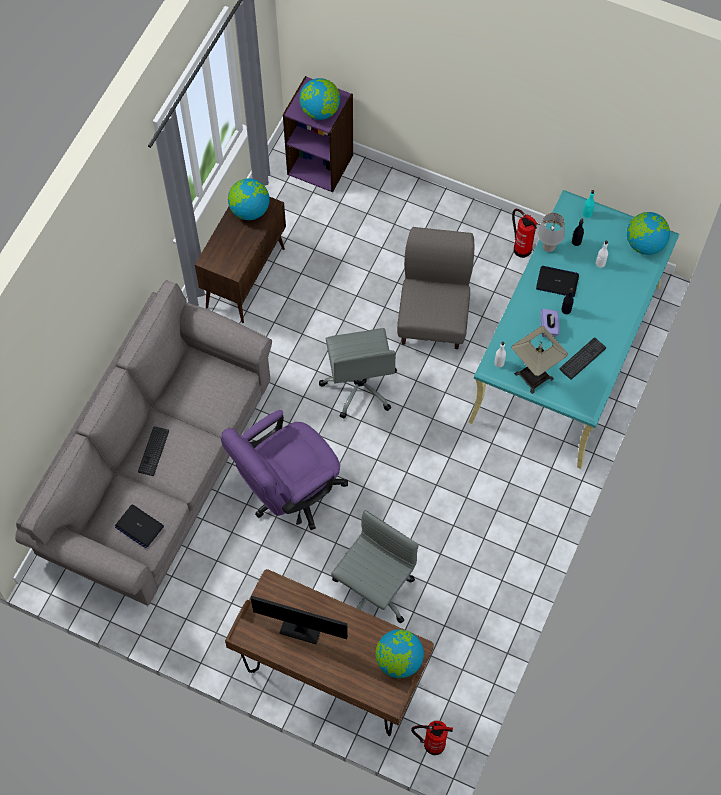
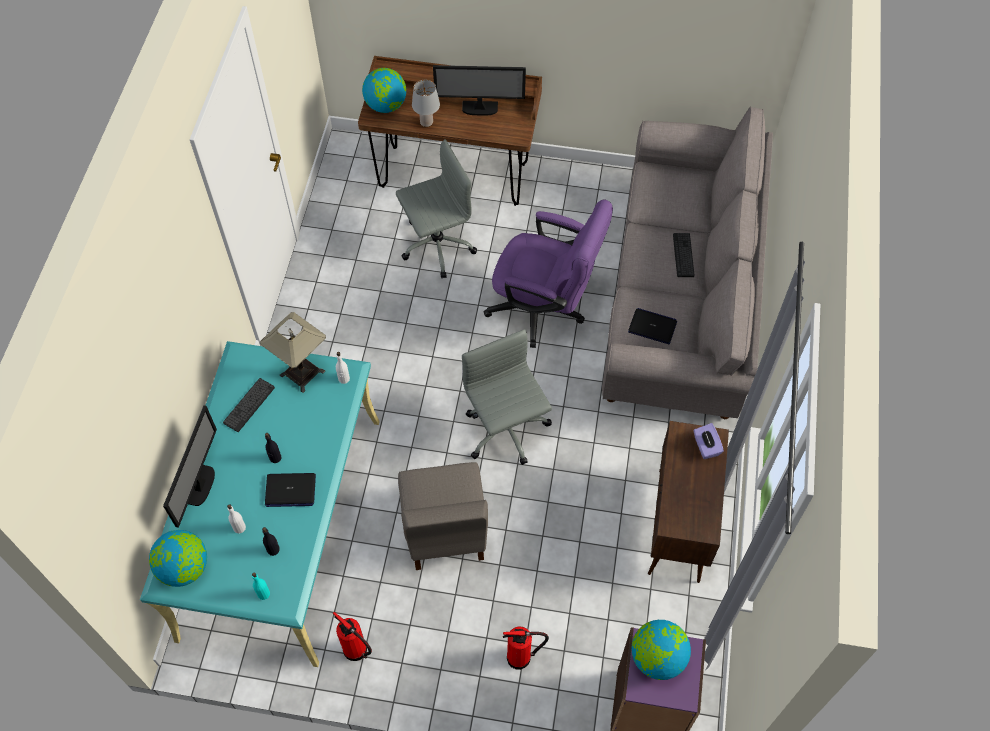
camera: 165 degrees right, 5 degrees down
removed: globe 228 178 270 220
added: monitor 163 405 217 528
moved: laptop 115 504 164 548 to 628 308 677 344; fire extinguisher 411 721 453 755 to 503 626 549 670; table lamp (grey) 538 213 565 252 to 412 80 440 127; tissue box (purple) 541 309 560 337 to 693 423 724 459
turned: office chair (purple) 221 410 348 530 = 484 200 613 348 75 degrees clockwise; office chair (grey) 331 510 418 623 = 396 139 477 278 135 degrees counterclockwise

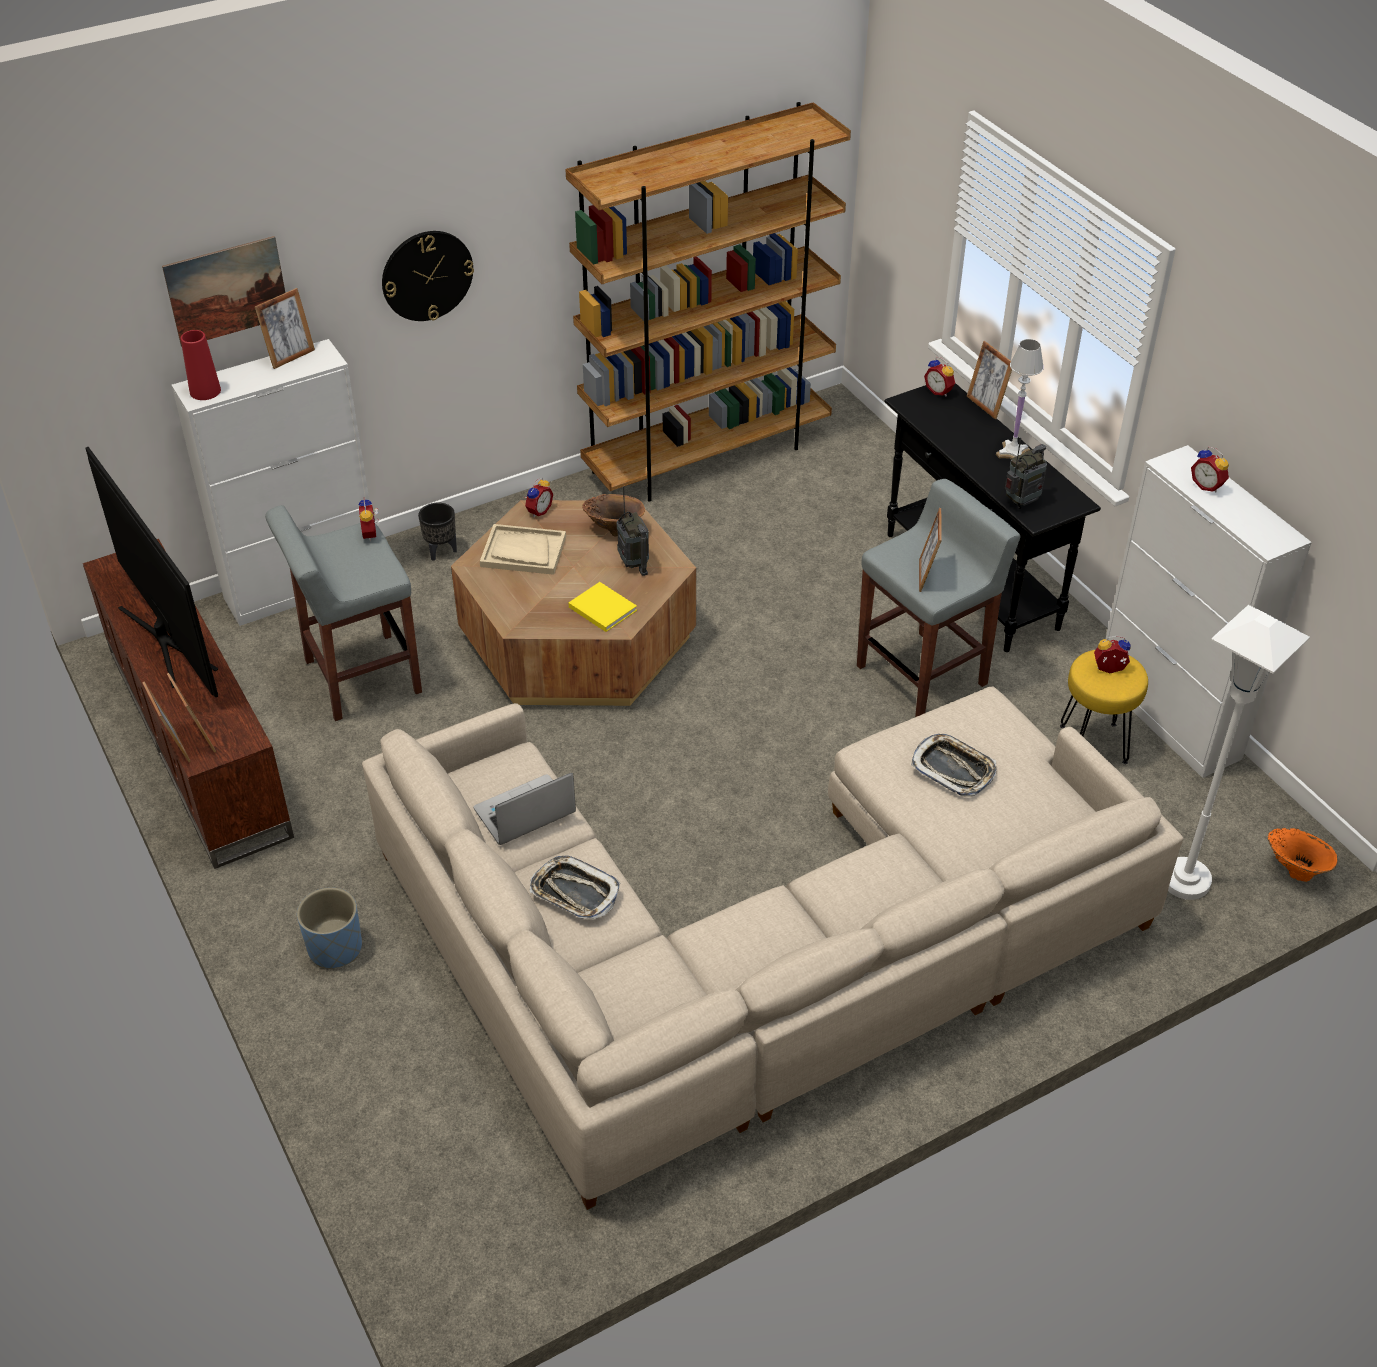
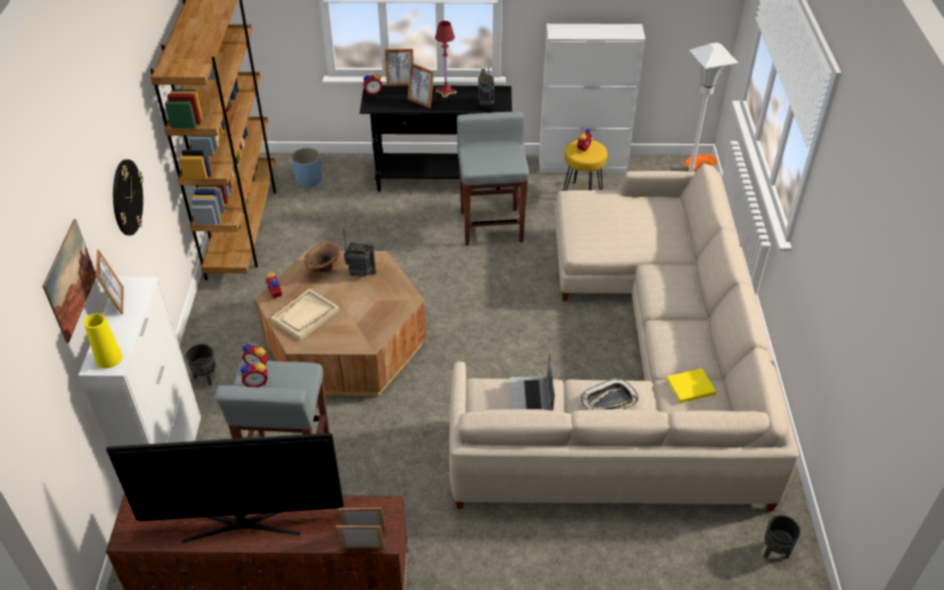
camera: 60 degrees left, 0 degrees up
removed: tray 911 734 996 797
added: planter (black) 764 515 801 559
moved: planter (blue) 297 887 362 968 to 291 148 322 187; book (yellow) 569 582 637 632 to 666 368 716 403; picture frame 919 508 942 592 to 408 63 434 108; alarm clock 1191 446 1229 493 to 241 362 268 387
recoloured: vase (red) 181 330 221 400 to vase (yellow) 84 313 123 368; table lamp (white) 996 339 1044 459 to table lamp (red) 435 21 456 98

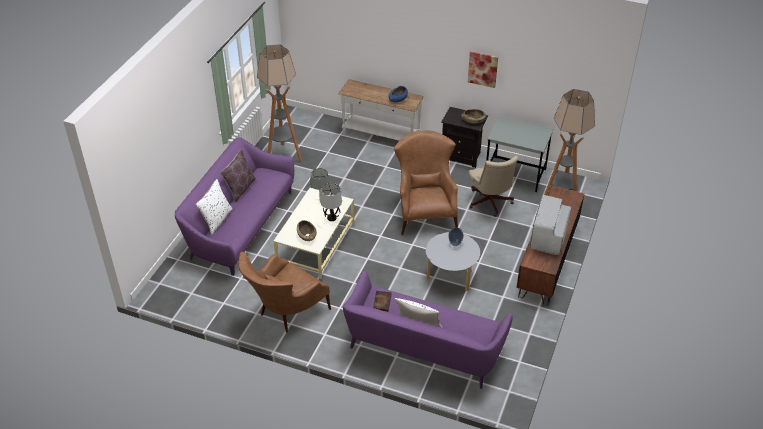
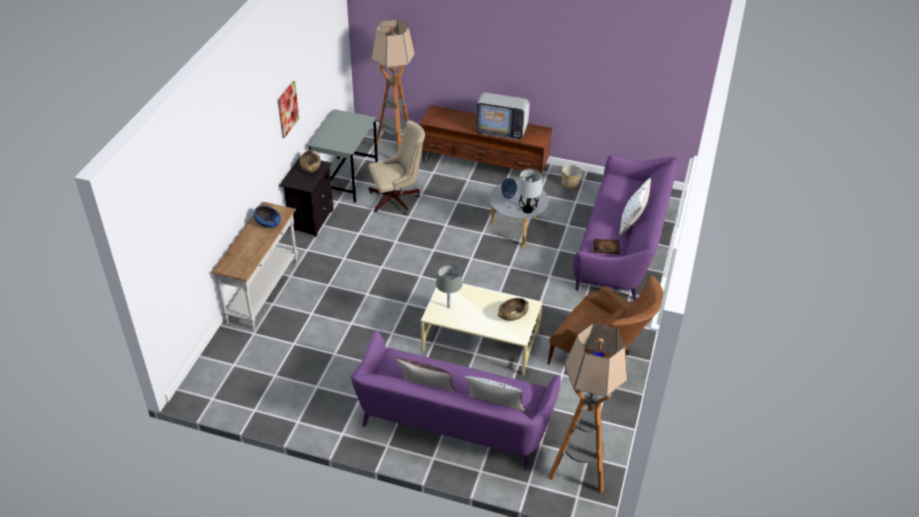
camera: 95 degrees left, 0 degrees up
removed: armchair (brown) 394 131 458 235
added: planter 562 165 582 189
moved: floor lamp 257 44 302 162 to 549 323 628 494; table lamp 320 183 342 221 to 517 169 542 213

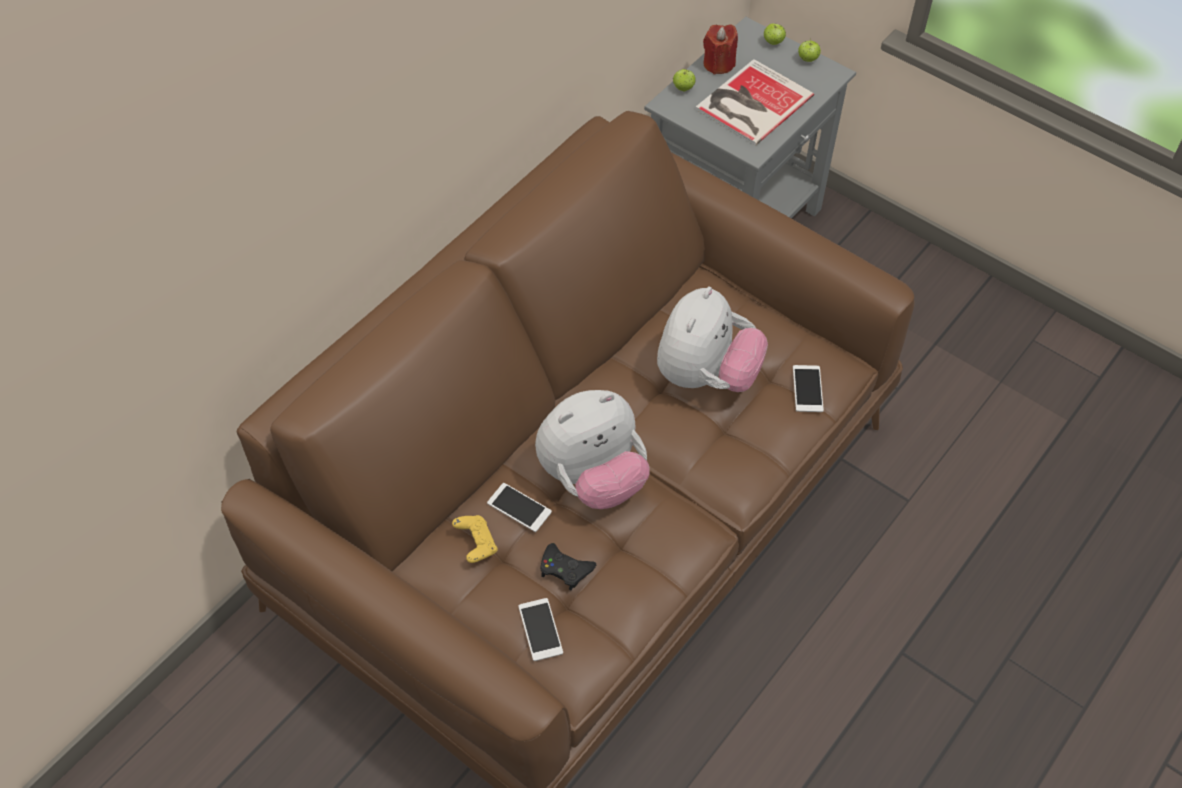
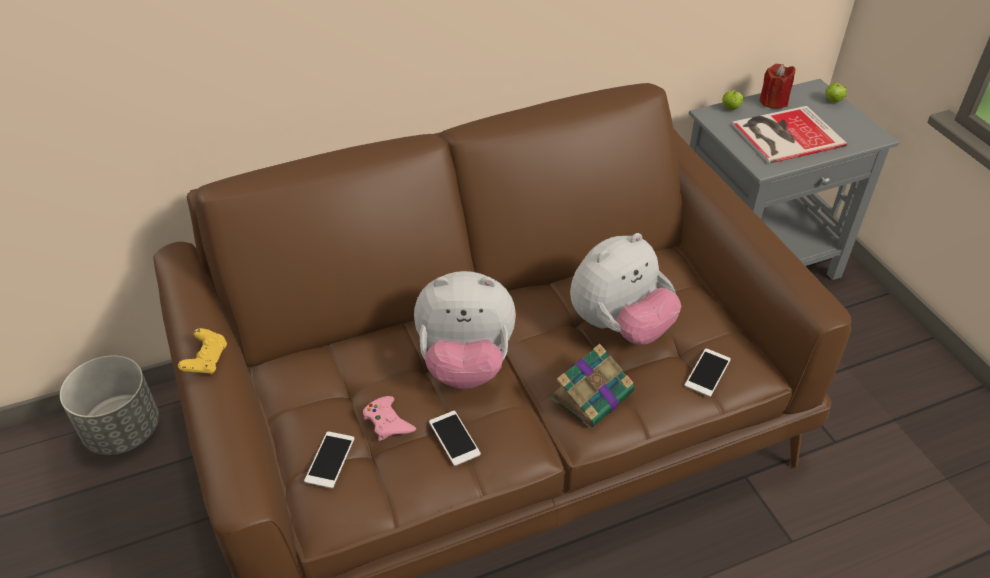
camera: 30 degrees right, 10 degrees down
removed: apple 798 38 821 62
added: planter (grey) 60 355 159 455; book 551 344 635 428
moved: game controller (yellow) 452 515 498 563 to 178 328 227 375; phone 487 483 552 532 to 429 411 481 466
recoloured: game controller (black) 540 543 596 590 to game controller (pink) 363 396 416 441

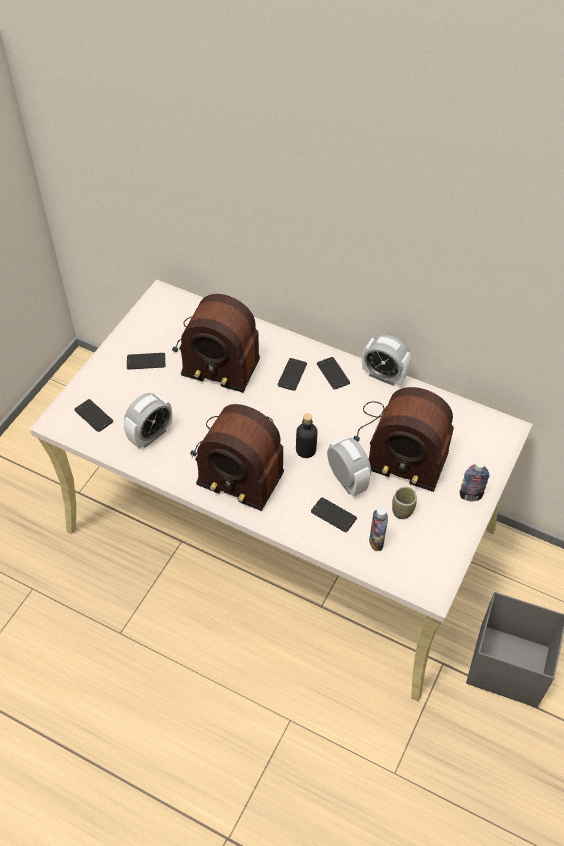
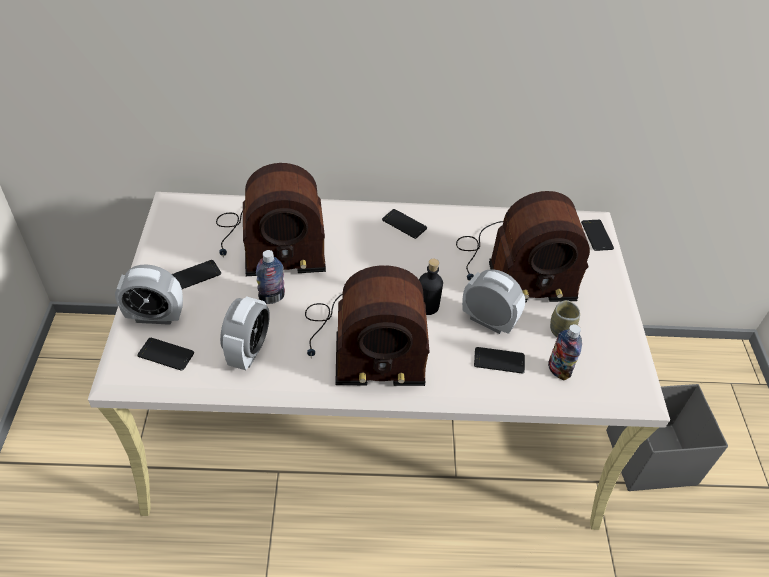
camera: 30 degrees left, 5 degrees down
moved: phone 277 358 307 391 to 581 220 614 251; alarm clock 362 335 412 386 to 115 265 183 325; bottle 459 460 489 501 to 256 250 285 304

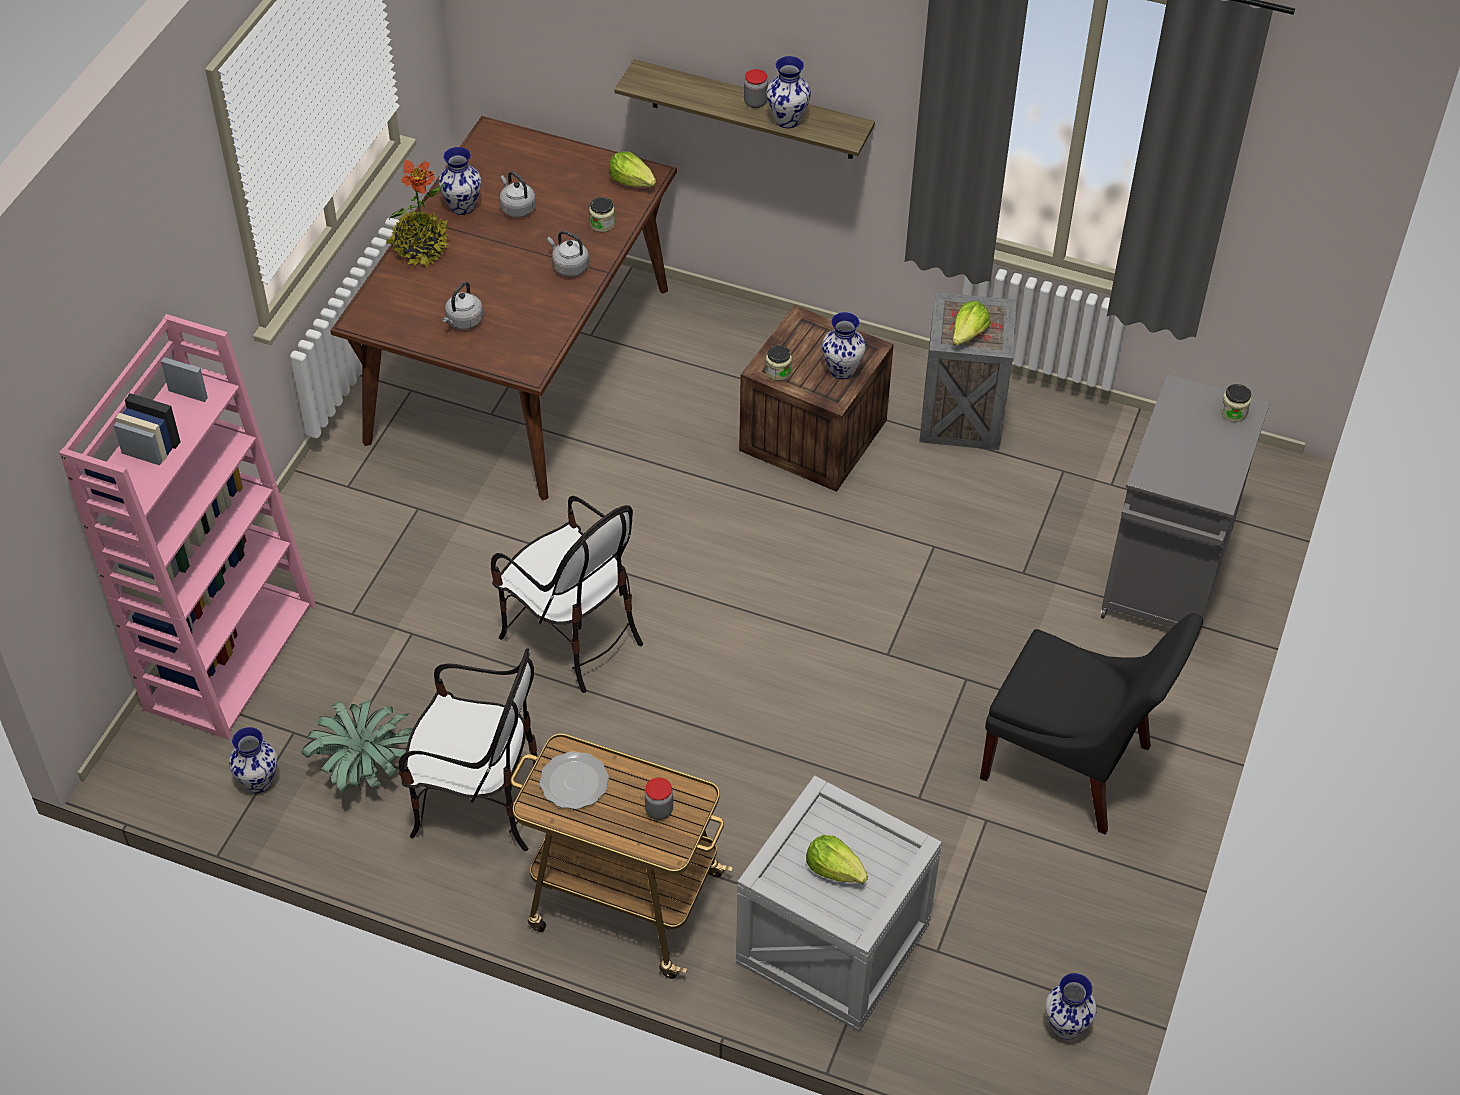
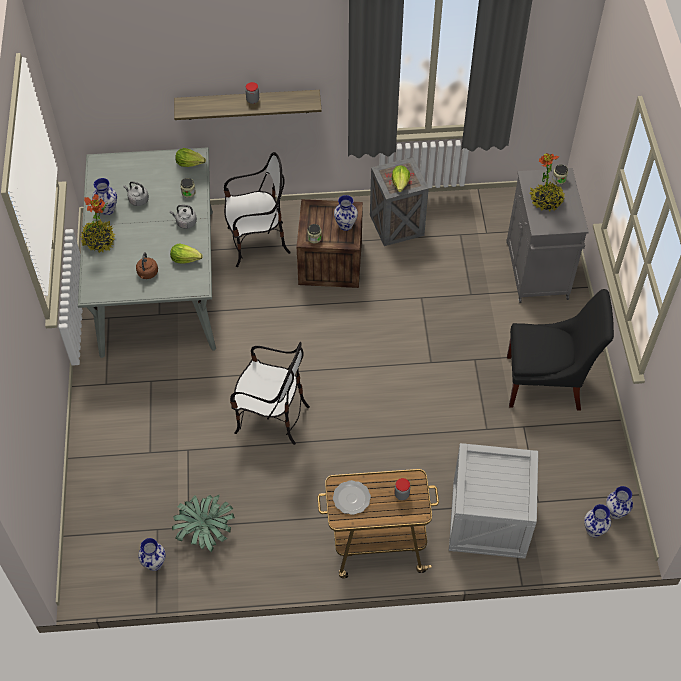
camera: 25 degrees left, 5 degrees up
removed: bookcase (pink) 59 314 316 740
added: potted plant 530 153 565 211
moved: chair 399 648 538 851 to 224 152 291 267; vase 767 56 811 128 to 584 504 611 537; lettuce 806 835 868 884 to 170 244 203 263
recoloured: dining table (brown) 331 116 677 500 to dining table (grey) 78 147 216 358; kettle (grey) 442 281 483 330 to kettle (brown) 136 252 158 279

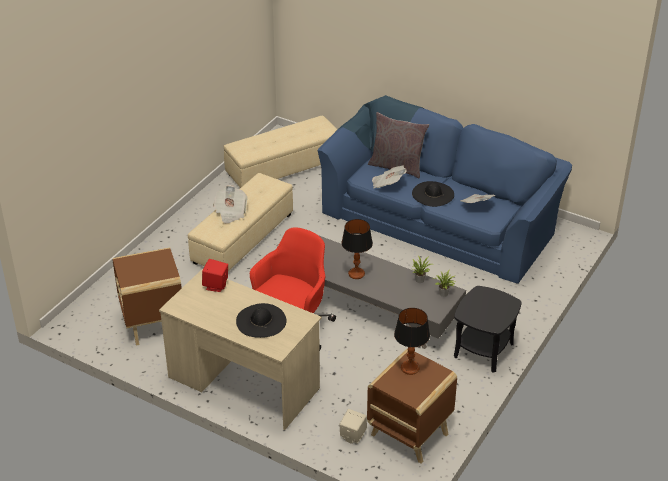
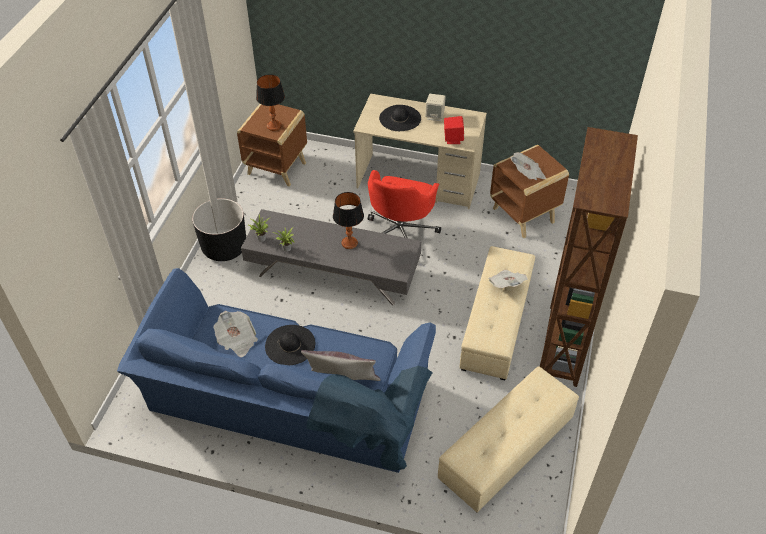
camera: 165 degrees right, 10 degrees up
added: bookcase (brown) 540 127 638 387
moved: speaker (beige) 339 409 367 444 to 425 94 446 121; newspaper 372 165 407 188 to 510 152 546 180
replaced: side table (black) 454 286 522 373 to planter (black) 192 198 246 261

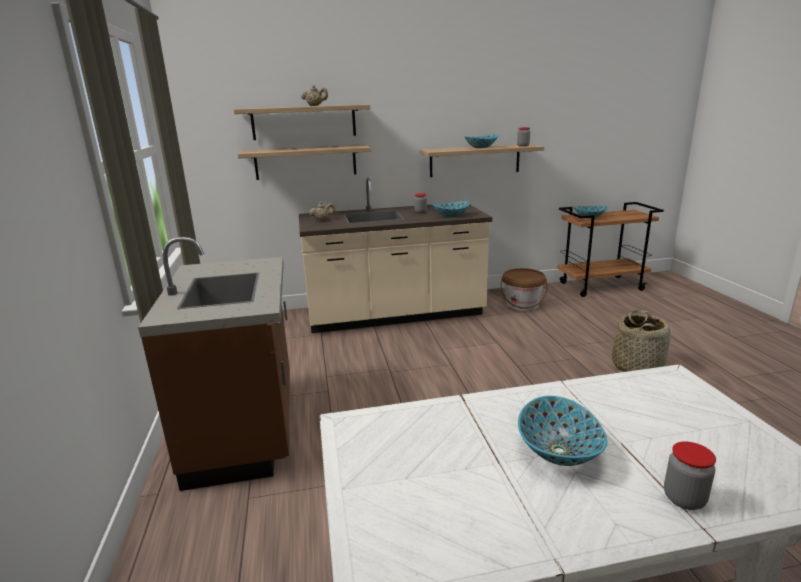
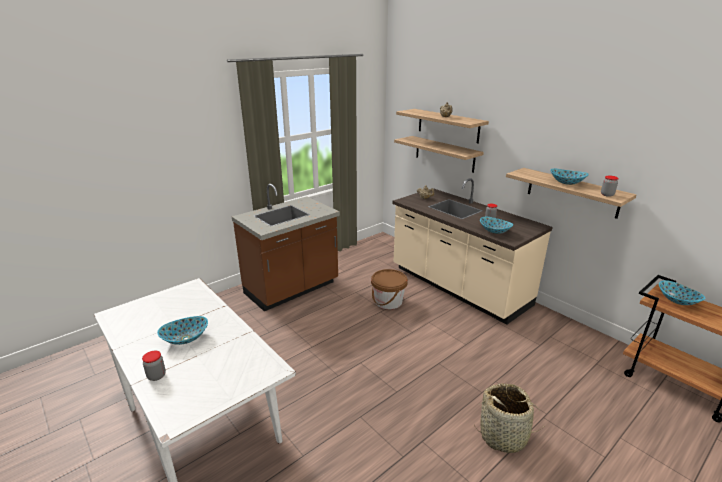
camera: 60 degrees right, 5 degrees up
moved: bucket (brown) 501 268 548 311 to 371 269 408 309

